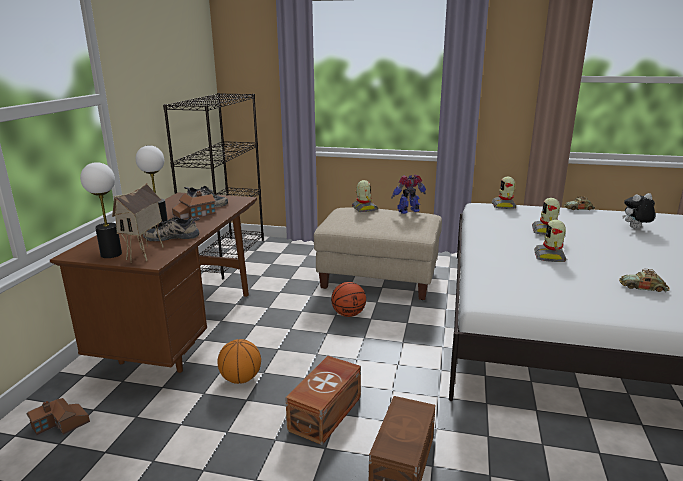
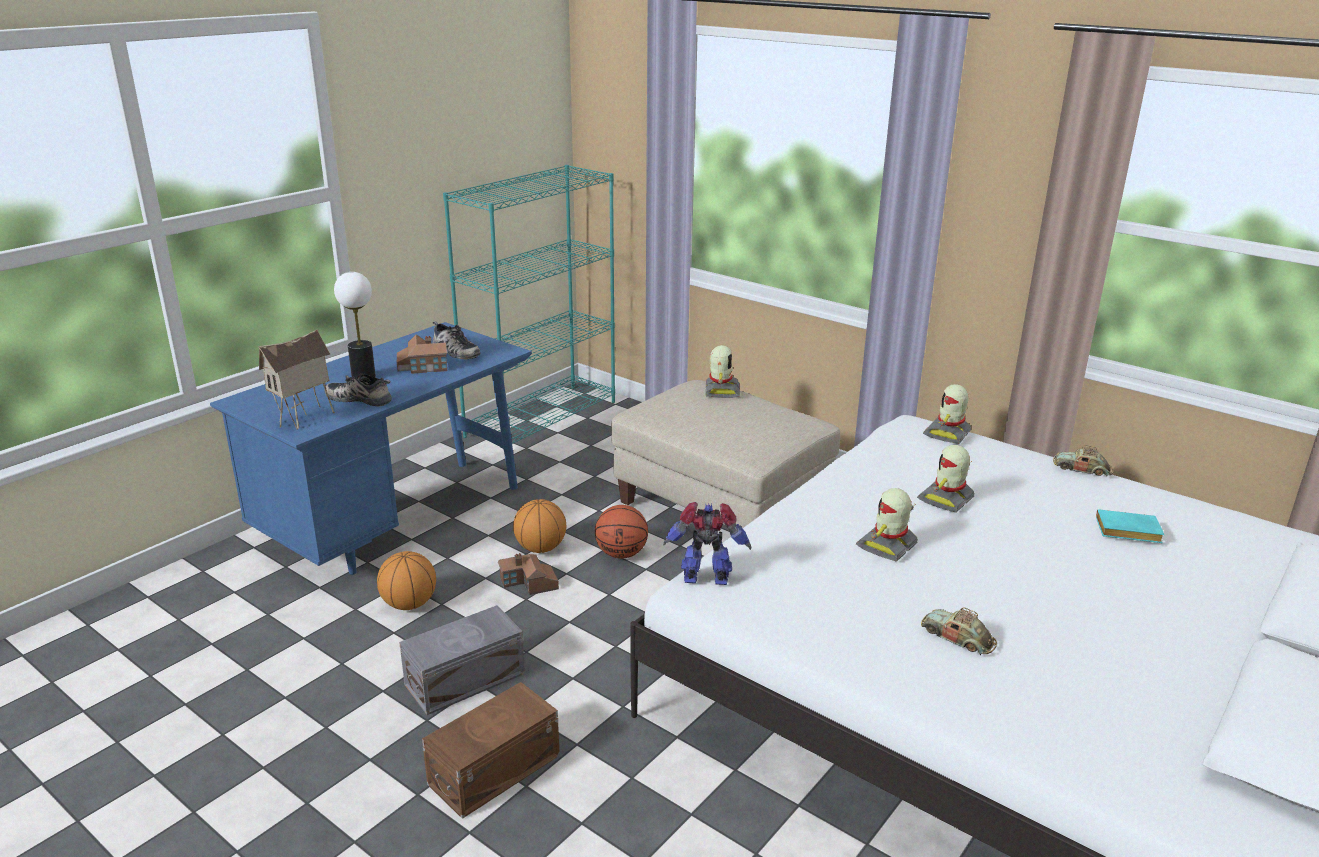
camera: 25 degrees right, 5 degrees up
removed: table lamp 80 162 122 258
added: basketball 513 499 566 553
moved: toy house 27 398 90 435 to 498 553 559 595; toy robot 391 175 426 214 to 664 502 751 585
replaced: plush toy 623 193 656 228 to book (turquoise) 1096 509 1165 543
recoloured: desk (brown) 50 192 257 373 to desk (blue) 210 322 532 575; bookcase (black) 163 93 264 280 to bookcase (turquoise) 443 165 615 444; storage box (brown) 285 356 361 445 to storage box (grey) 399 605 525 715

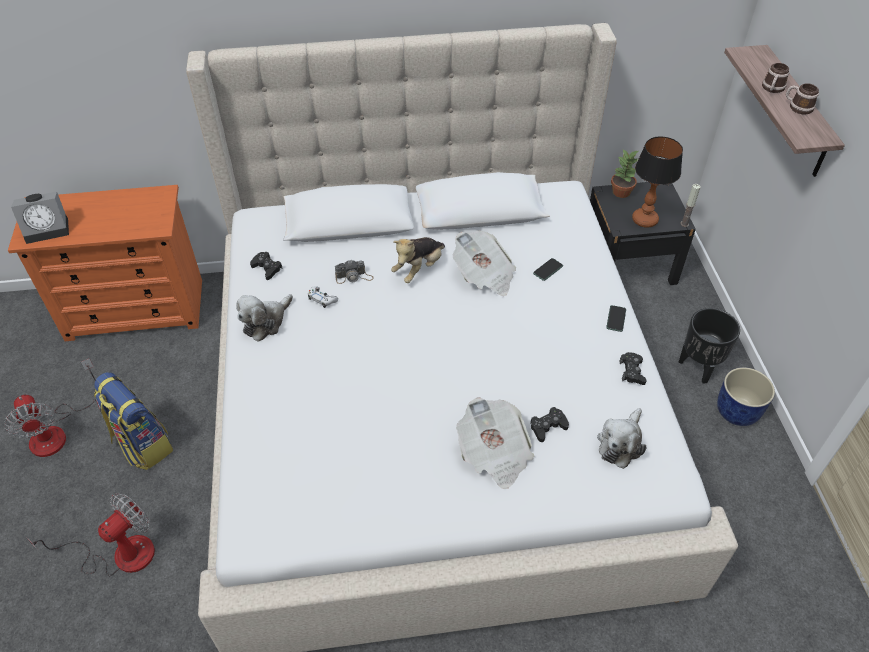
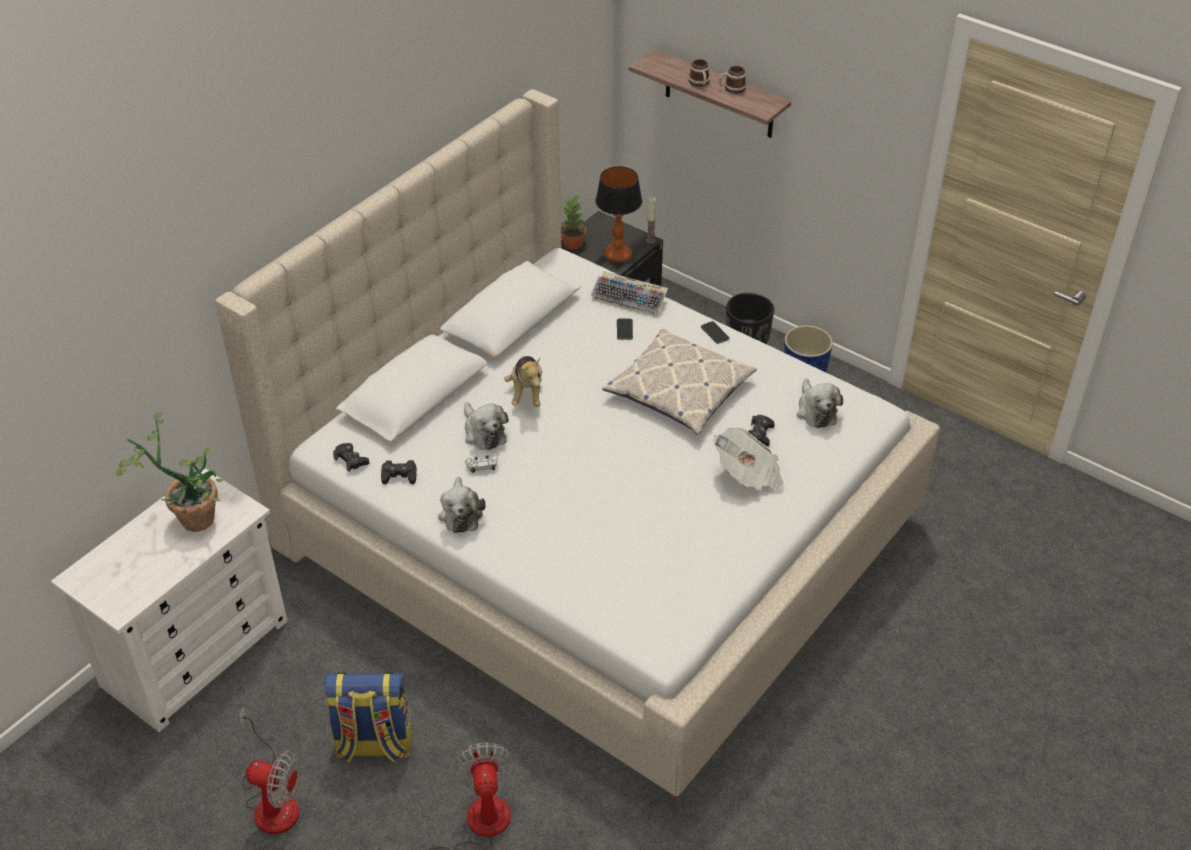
camera: 45 degrees left, 5 degrees down
removed: alarm clock 11 191 69 244; newspaper 452 231 516 296
added: potted plant 115 412 224 532; keyboard 590 271 668 317; pillow 602 329 757 435
moved: game controller (black) 620 352 647 385 to 333 443 369 472
replaced: photo camera 335 260 374 284 to plush toy 464 403 509 450
recoloured: dresser (orange) 8 185 202 341 to dresser (white) 51 468 288 732

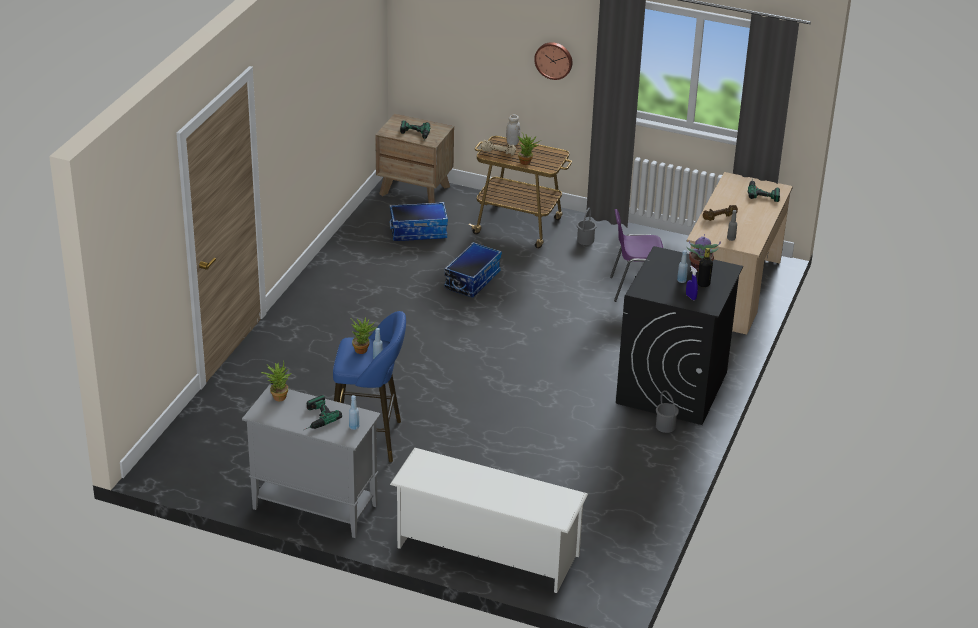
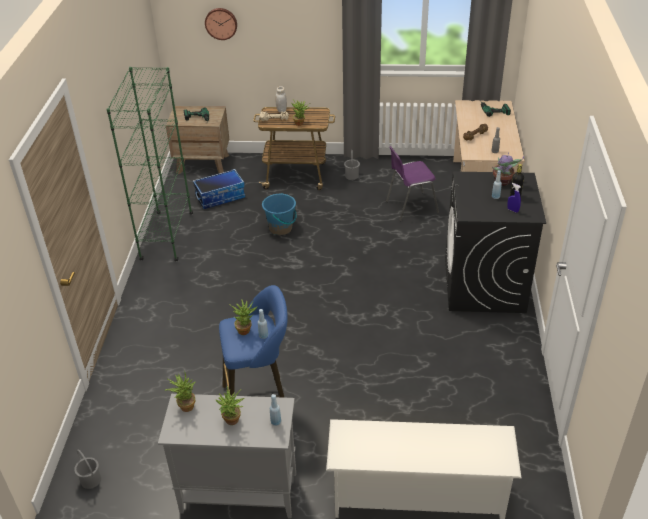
camera: 15 degrees left, 5 degrees up
added: bookcase (green) 106 67 193 261
moved: wall clock 534 42 572 80 to 205 8 237 40; bucket (grey) 656 390 679 433 to 74 449 101 489
replaced: power drill 304 395 342 430 to potted plant 216 386 244 425; storage box 445 242 502 297 to bucket (blue) 262 193 296 235

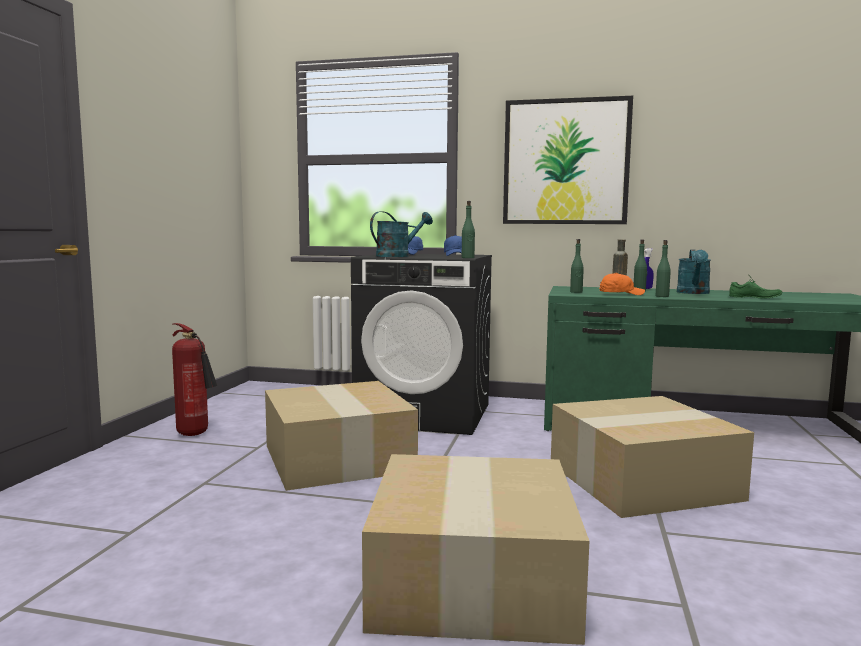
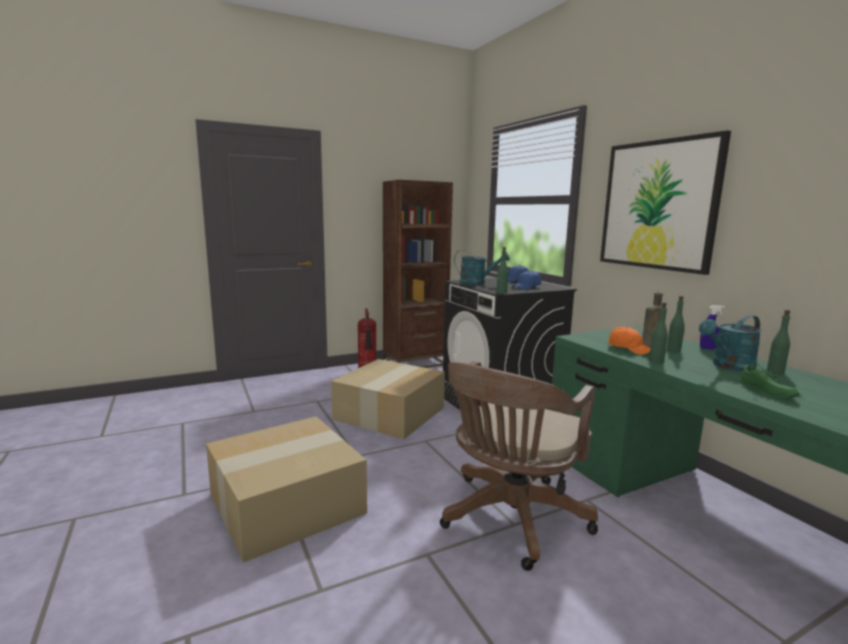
camera: 50 degrees right, 5 degrees up
added: bookcase (brown) 383 180 453 368
moved: bottle (green) 570 239 584 293 to 767 310 790 374
replaced: cardboard box 551 396 754 518 to office chair (brown) 440 361 598 571

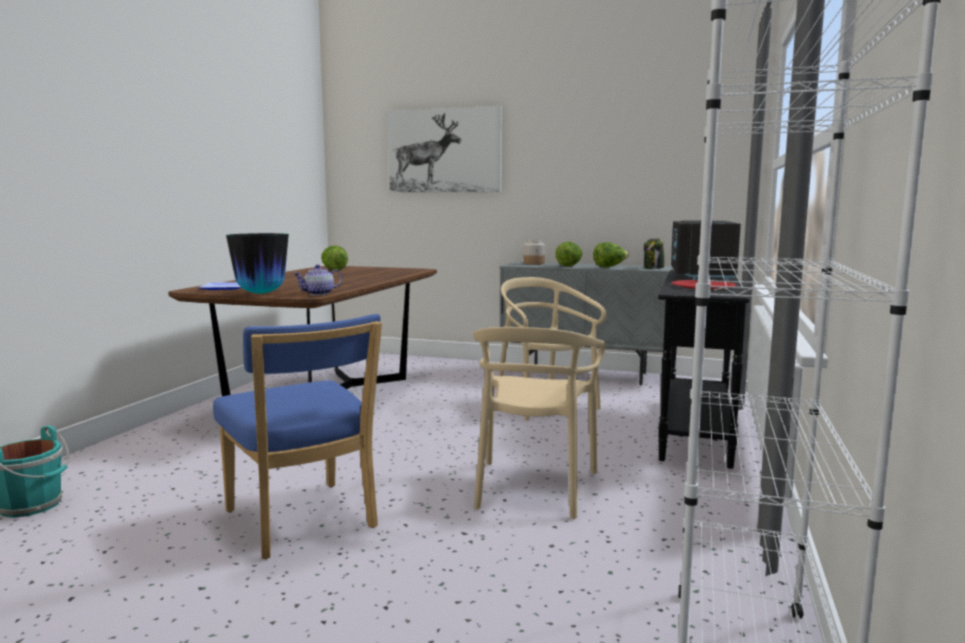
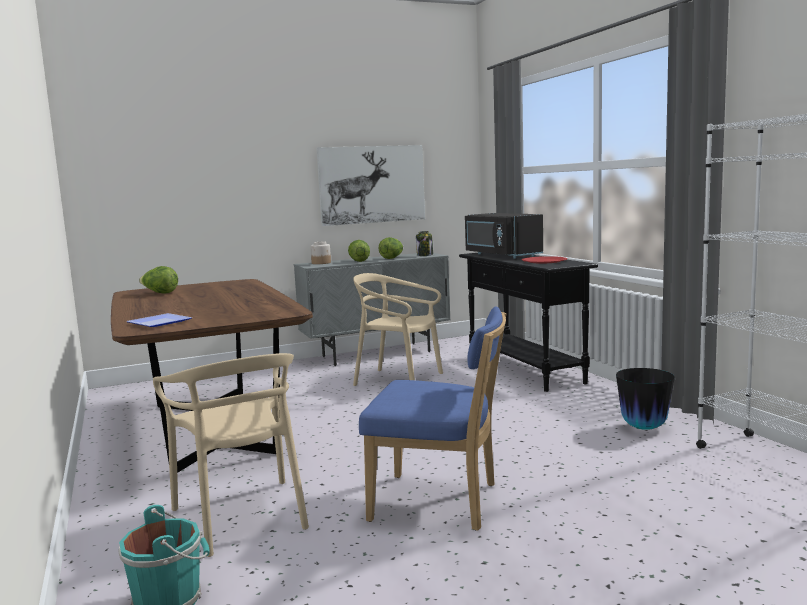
camera: 40 degrees left, 0 degrees up
removed: teapot 294 265 342 295
moved: vase 226 233 289 294 to 616 368 675 430; picture 388 106 502 193 to 316 145 425 226; chair (beige) 473 327 605 519 to 153 353 309 557

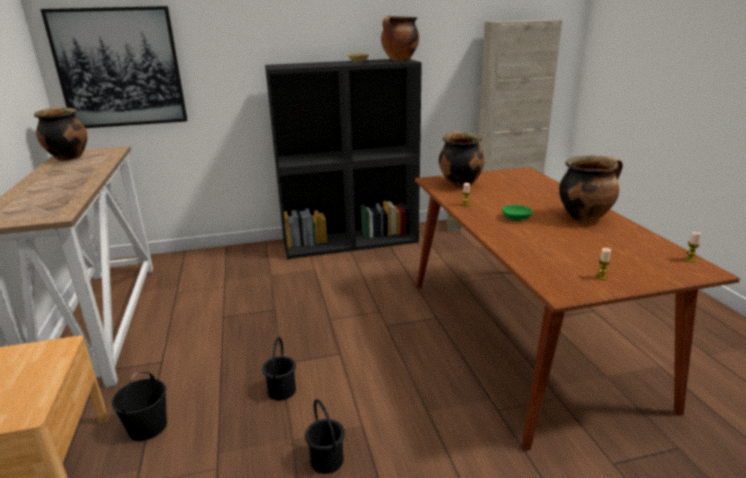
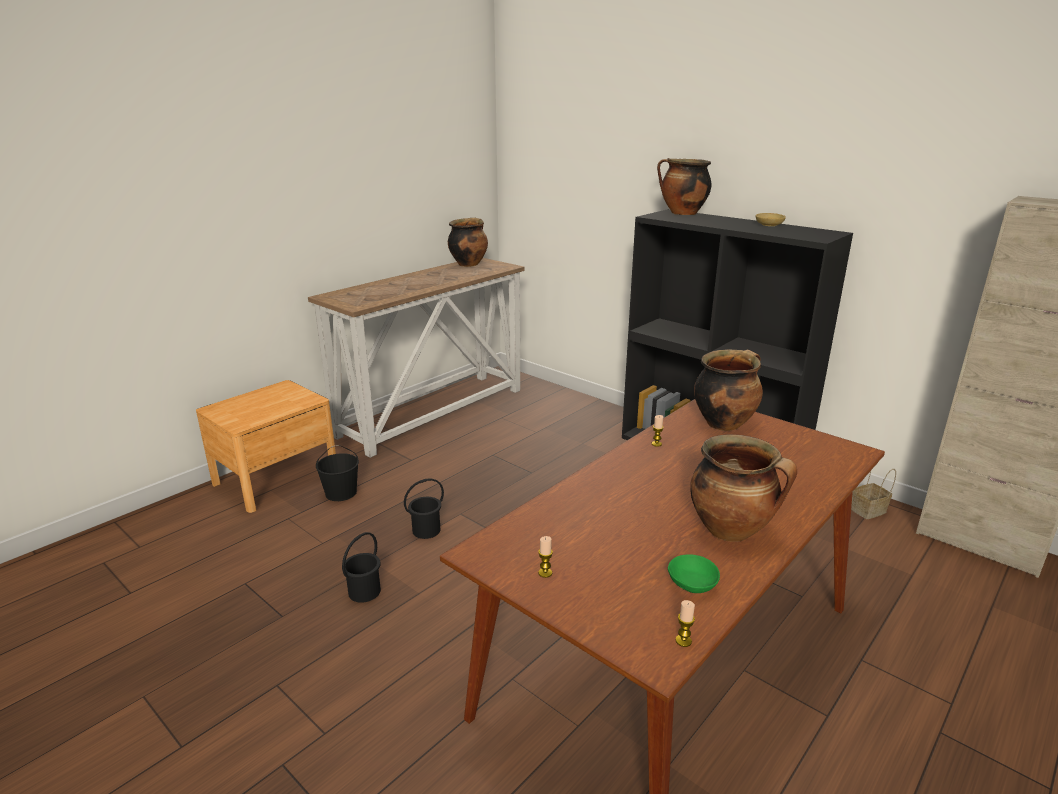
camera: 55 degrees right, 0 degrees up
removed: picture 41 6 188 128
moved: cooking pot 381 16 419 61 to 657 158 712 215; bowl (green) 502 205 533 221 to 668 554 720 593

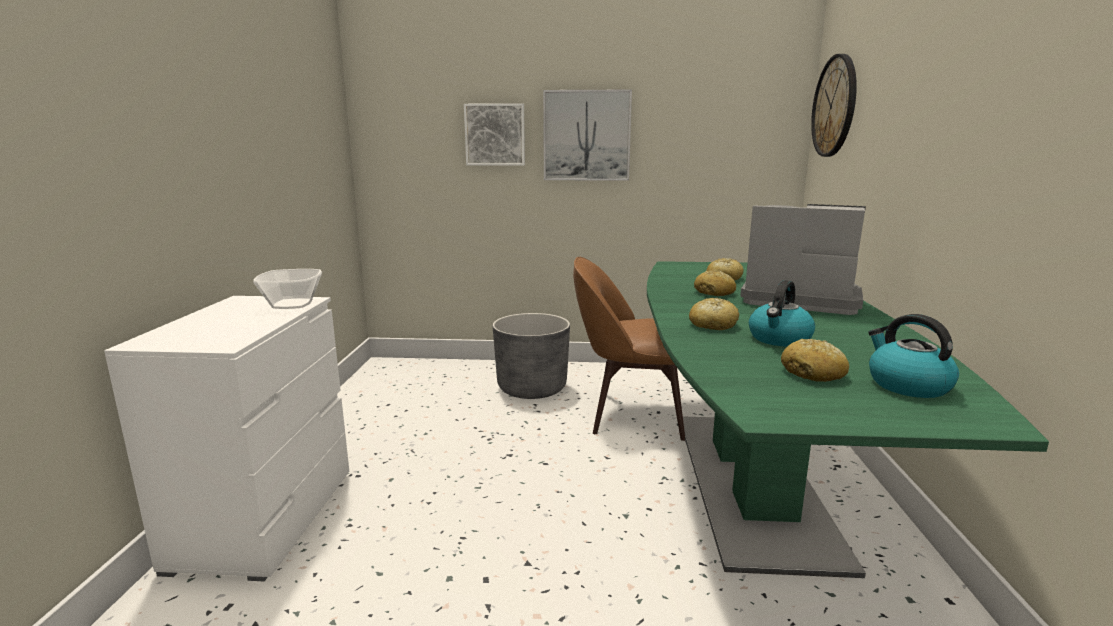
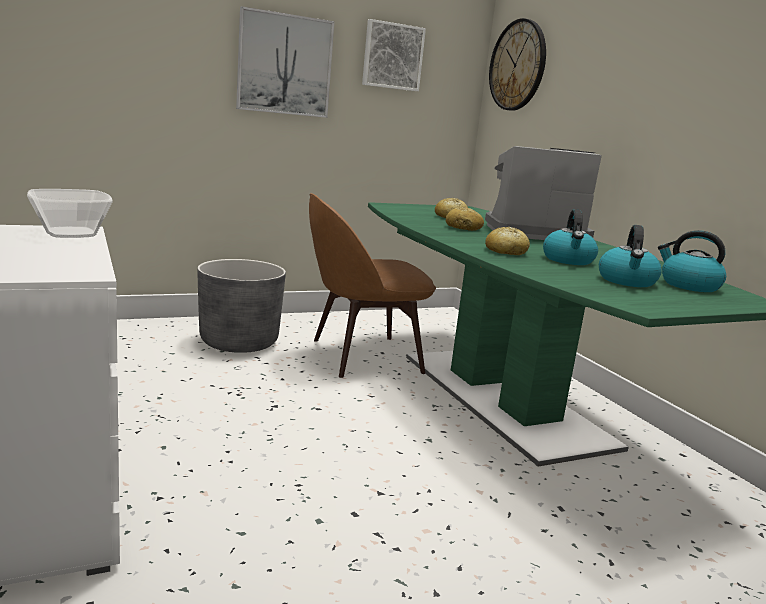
camera: 30 degrees left, 0 degrees up
moved: picture 464 103 525 166 to 362 19 426 91
replaced: bread 781 339 849 382 to kettle 599 225 662 287

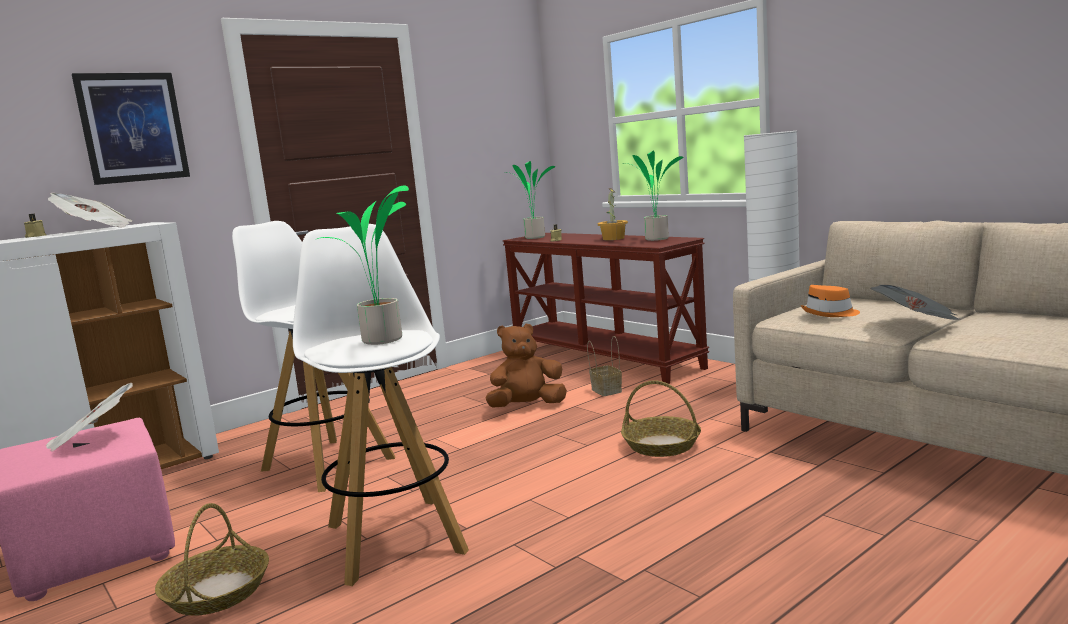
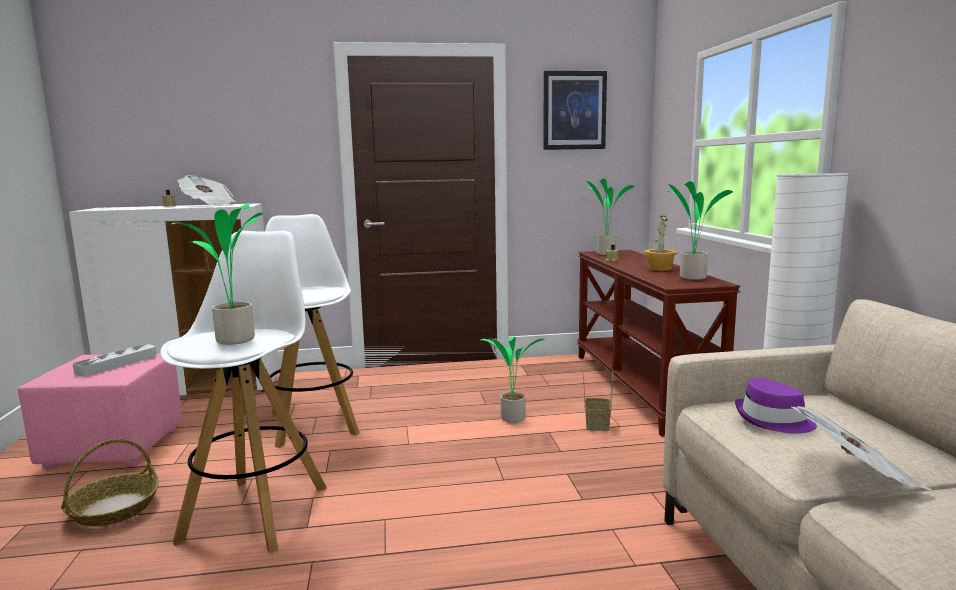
camera: 30 degrees right, 0 degrees up
removed: basket 621 380 701 457
moved: picture 72 73 190 185 to 544 71 607 150
replaced: newspaper 46 383 133 452 to tray (grey) 73 344 157 376; plush toy (brown) 485 324 567 408 to potted plant 481 337 545 423
recoloured: hat (orange) 801 285 860 317 to hat (purple) 735 378 817 434

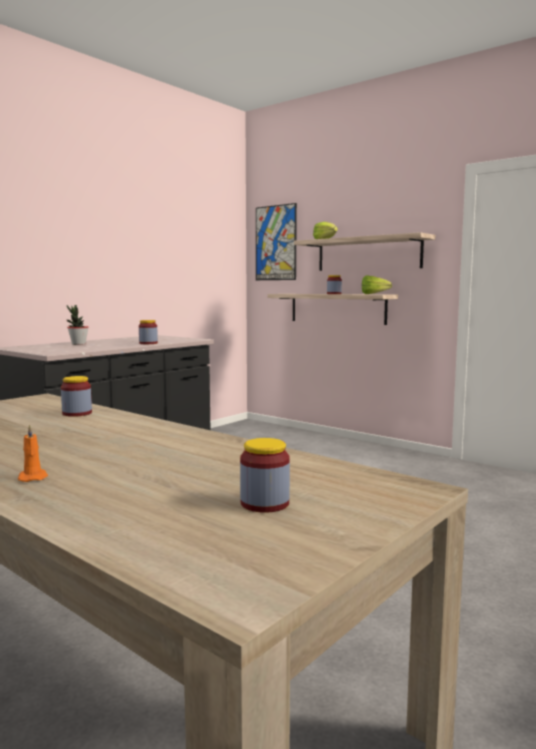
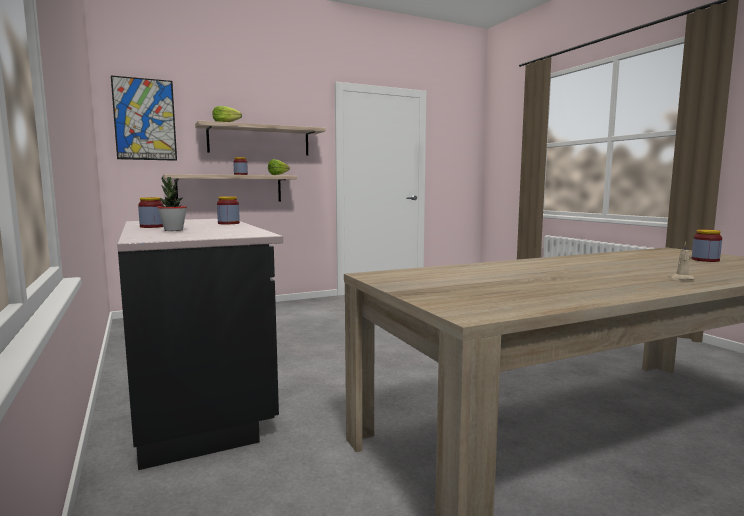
camera: 65 degrees left, 0 degrees up
moved: jar 61 376 92 417 to 138 197 164 228
recoloured: candle (orange) 18 424 48 482 to candle (beige) 669 242 695 280

